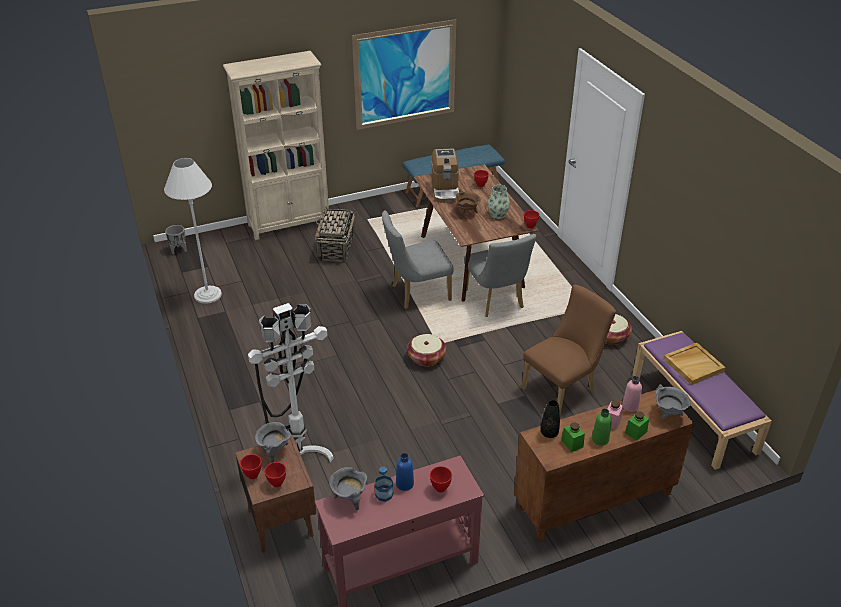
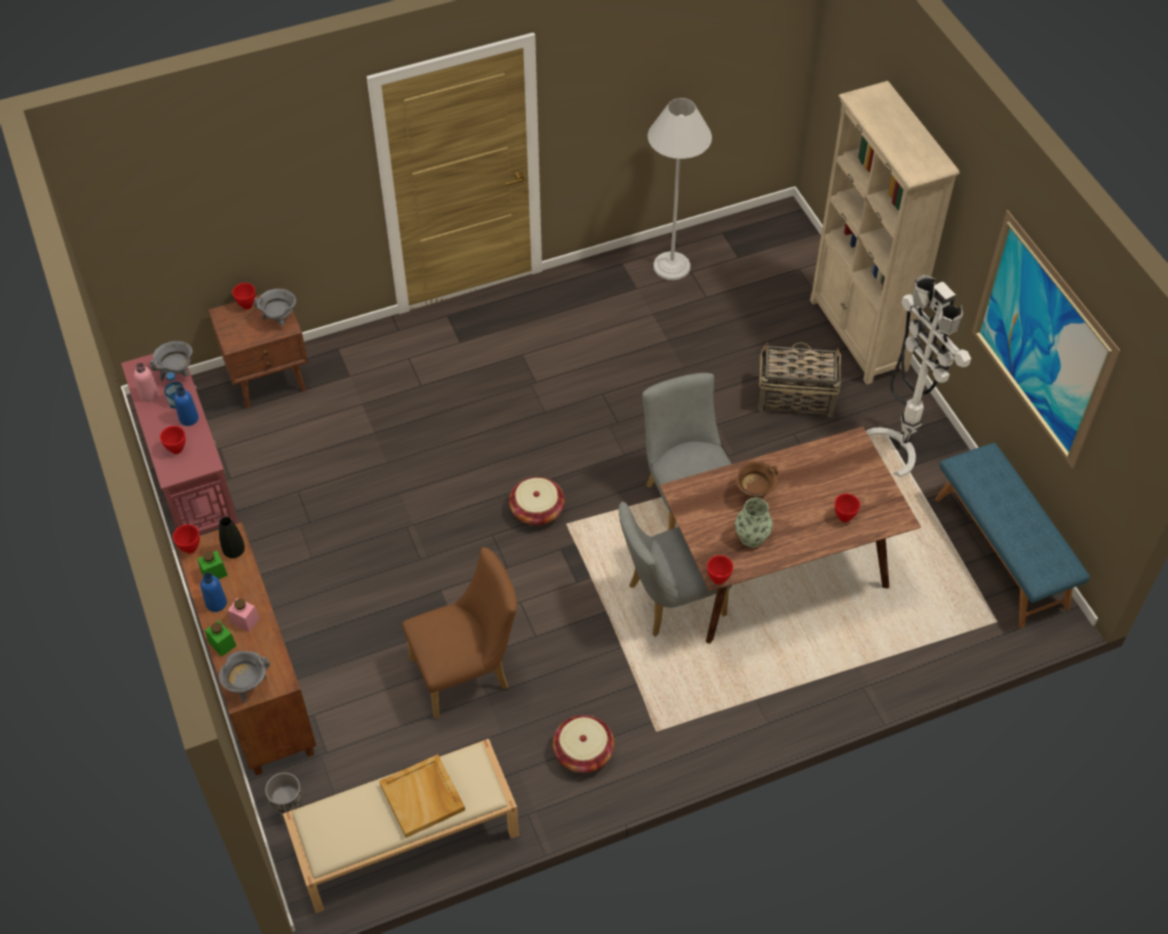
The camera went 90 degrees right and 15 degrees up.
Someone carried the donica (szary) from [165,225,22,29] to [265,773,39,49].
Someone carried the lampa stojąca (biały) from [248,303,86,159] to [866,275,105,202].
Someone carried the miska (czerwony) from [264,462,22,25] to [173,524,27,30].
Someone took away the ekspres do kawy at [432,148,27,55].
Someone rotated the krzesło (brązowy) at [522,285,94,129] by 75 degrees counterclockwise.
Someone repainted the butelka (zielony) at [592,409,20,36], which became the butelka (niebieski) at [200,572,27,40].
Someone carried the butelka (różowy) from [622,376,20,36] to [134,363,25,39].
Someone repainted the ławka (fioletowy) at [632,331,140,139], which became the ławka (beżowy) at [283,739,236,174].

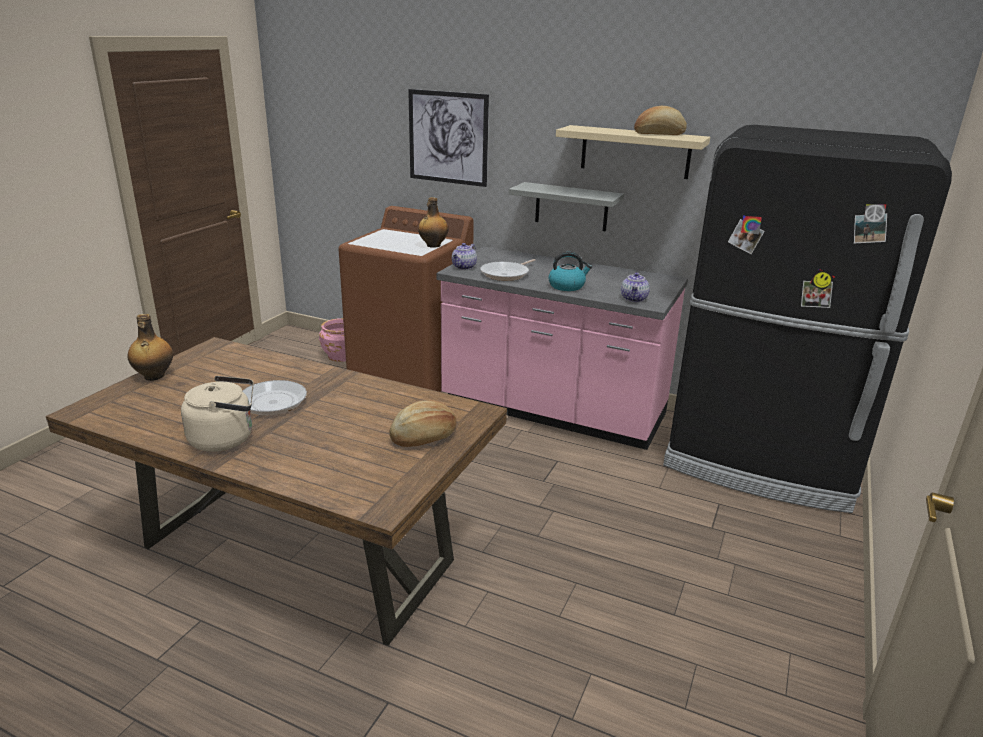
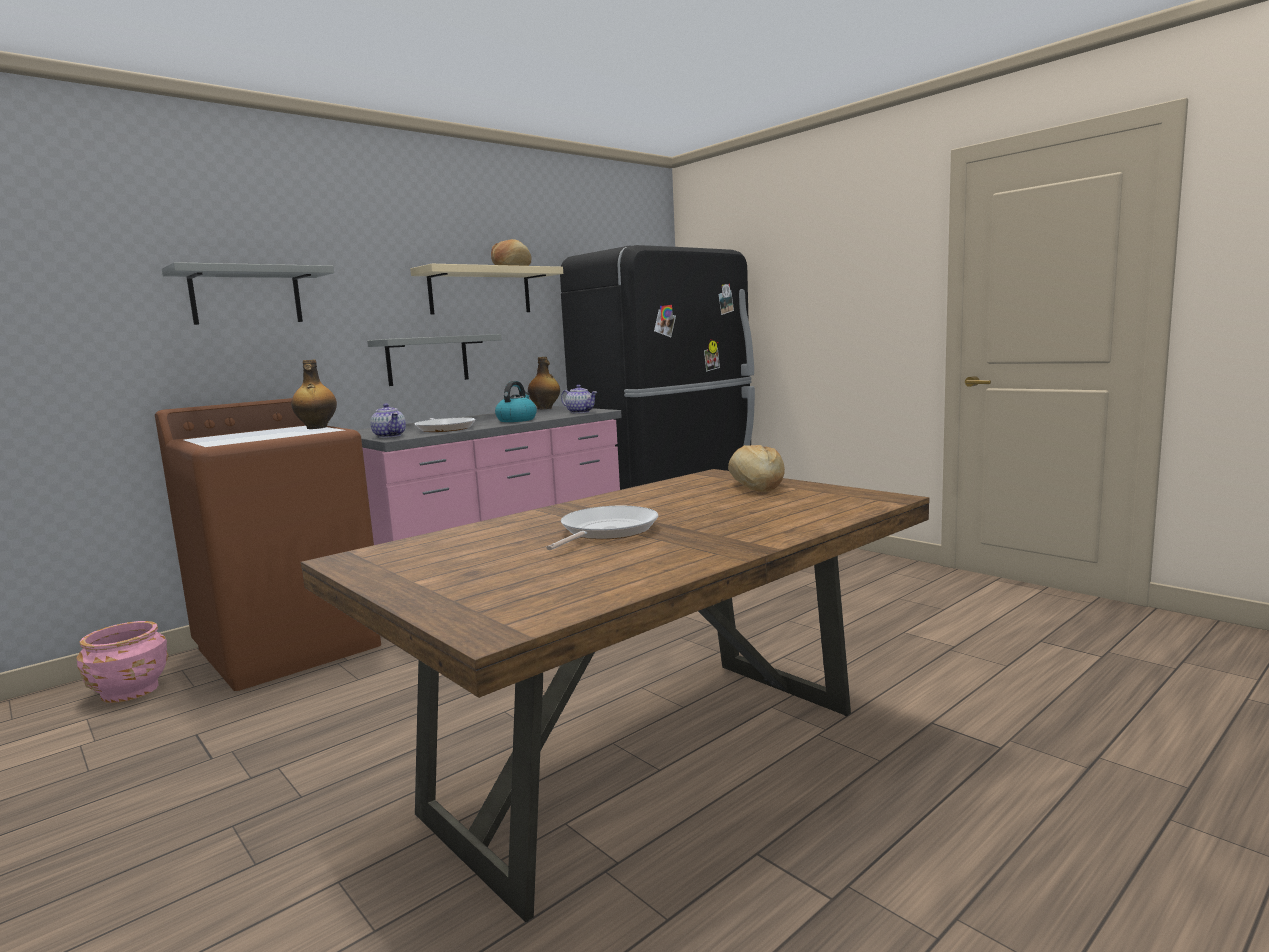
The camera went 65 degrees left and 15 degrees down.
Someone carried the butelka from [127,314,46,67] to [528,357,32,52].
Someone took away the czajnik (beżowy) at [181,376,73,76].
Someone swapped the obraz at [408,89,81,98] for the półka (szary) at [162,262,172,63].

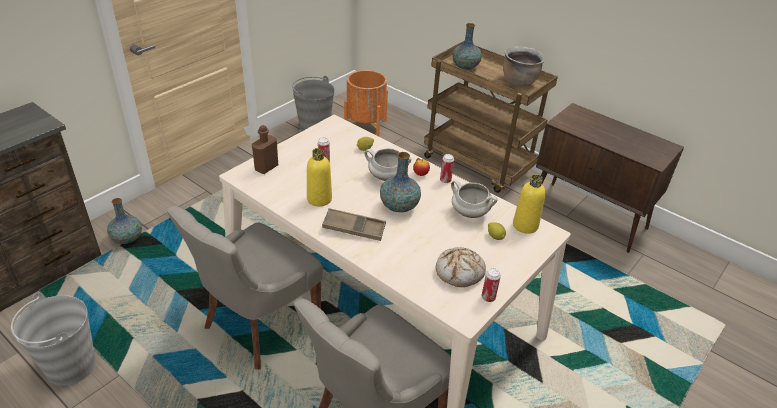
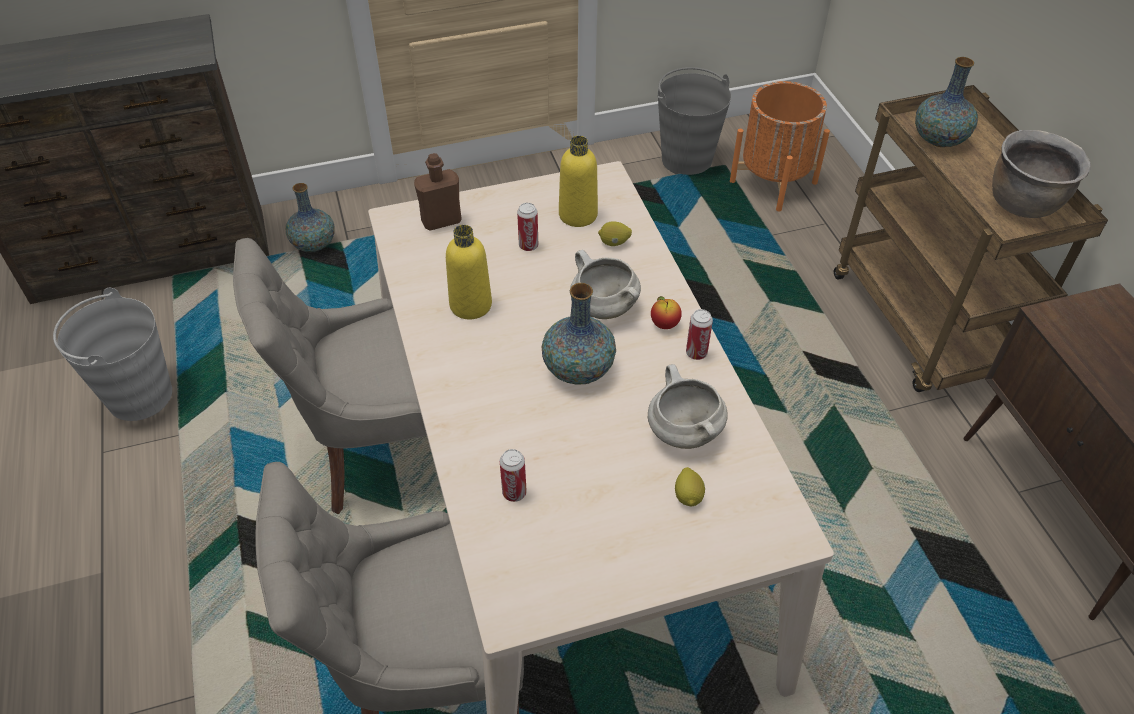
The camera went 35 degrees right and 10 degrees up.
Someone took away the taca (brązowy) at [322,208,64,33].
Someone took away the chleb at [436,247,50,40].
Someone carried the puszka from [482,268,19,34] to [500,449,27,53].
Someone carried the butelka (żółty) from [513,174,32,60] to [559,136,39,91].

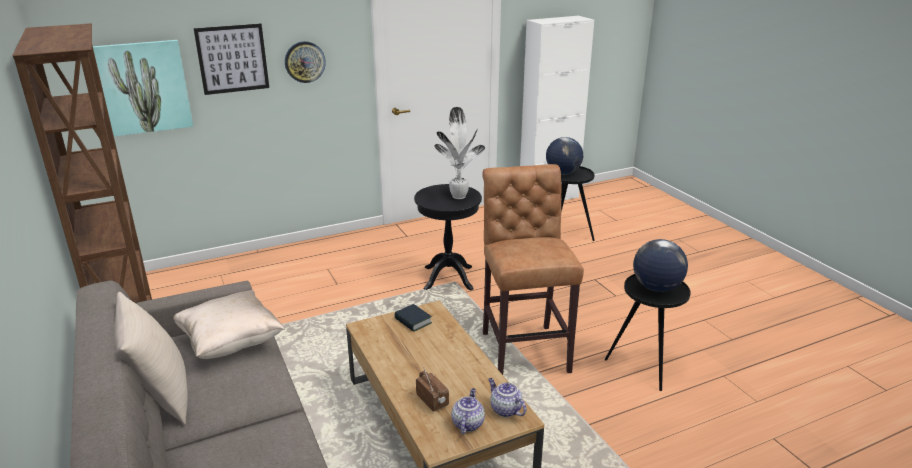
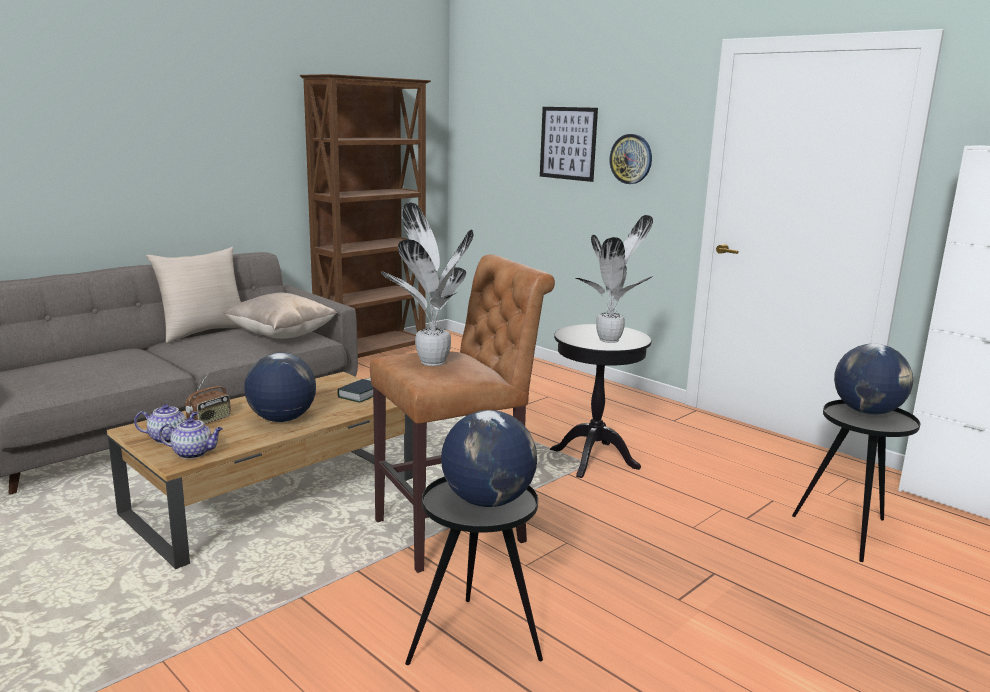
The camera went 70 degrees right and 10 degrees down.
Someone took away the obraz at [93,40,100,97].
Someone rotated the imbryk at [488,378,38,39] by 60 degrees clockwise.
Someone put down the globus at [244,353,72,69].
Someone put down the roślina doniczkowa at [381,202,93,164].

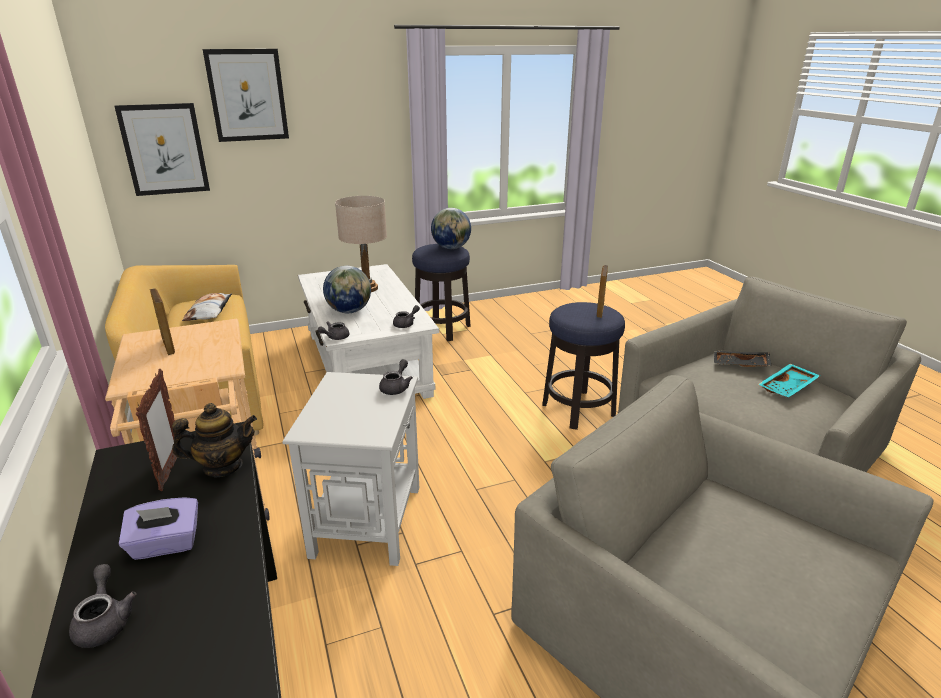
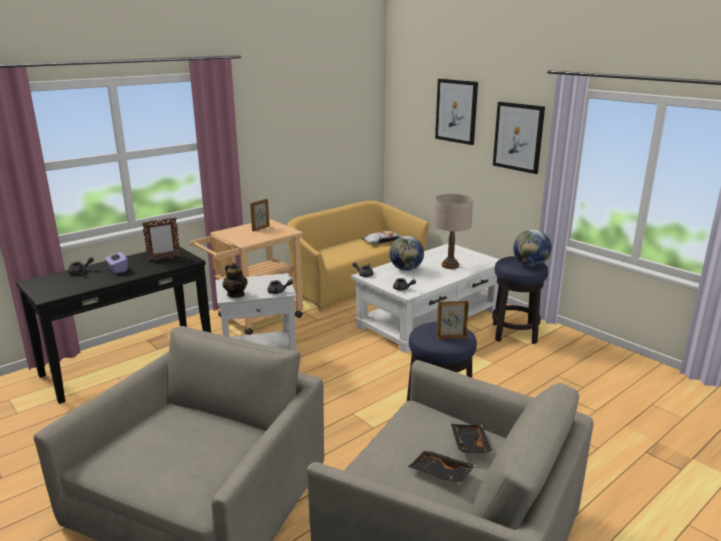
The camera went 70 degrees right and 5 degrees down.
Someone carried the obraz from [114,103,96,93] to [493,102,52,72].
Someone carried the imbryk from [172,403,85,75] to [223,263,25,35].
Someone repainted the taca (turkusowy) at [758,364,63,34], which became the taca (czarny) at [408,450,68,34].

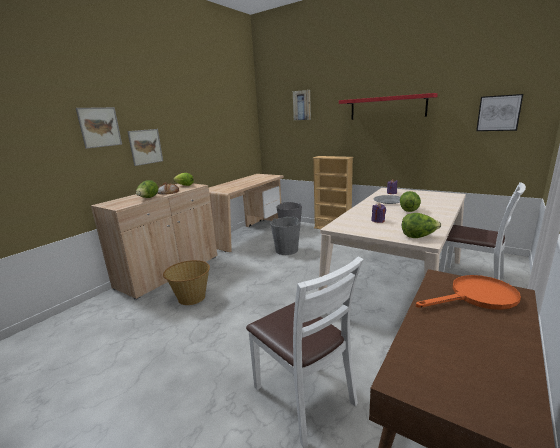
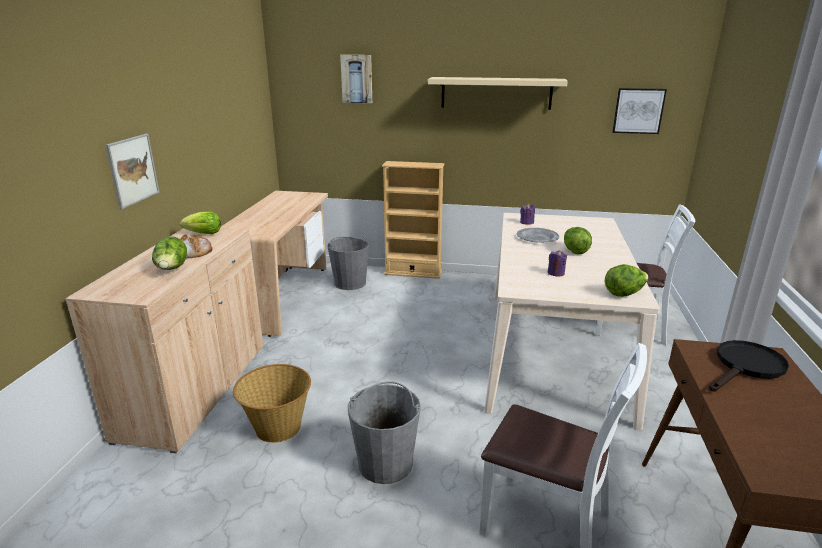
The camera went 25 degrees left and 5 degrees up.
Someone took away the obraz at [76,107,46,42].
Someone carried the wiadro (szary) from [271,217,29,38] to [348,381,73,103].
Someone repainted the półka (czerwony) at [339,93,99,27], which became the półka (beżowy) at [428,77,140,33].
Someone repainted the patelnia (pomarańczowy) at [416,275,105,35], which became the patelnia (czarny) at [709,340,80,51].

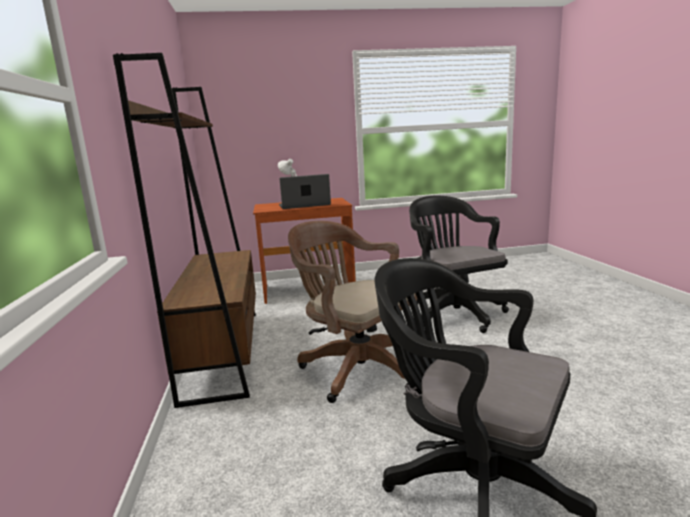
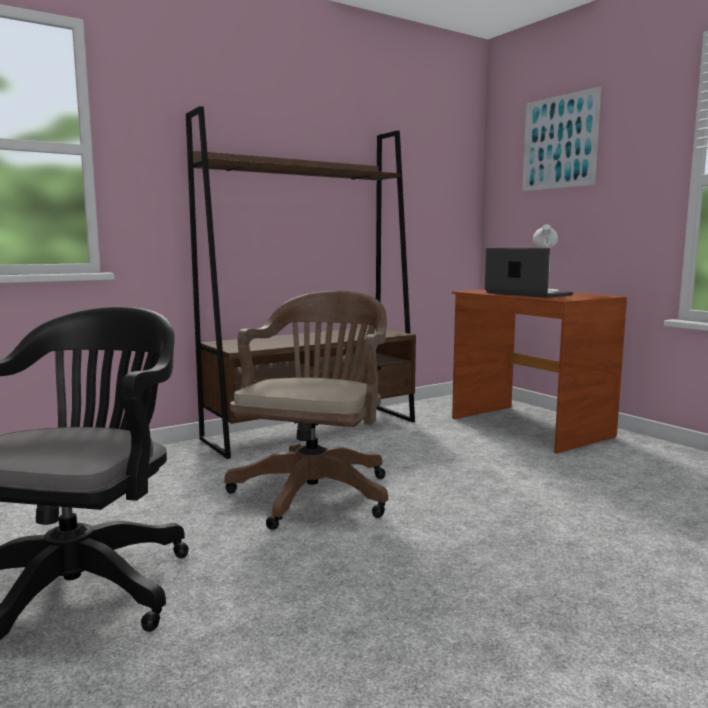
The camera went 65 degrees right and 5 degrees down.
Someone took away the krzesło biurowe (czarny) at [409,196,100,137].
Someone put up the obraz at [522,86,79,105].

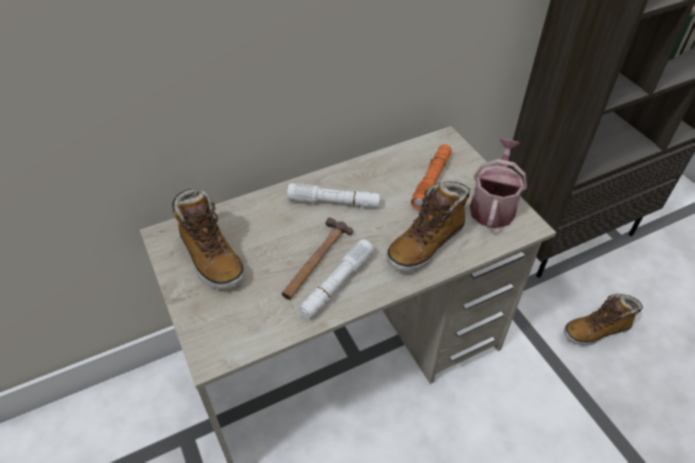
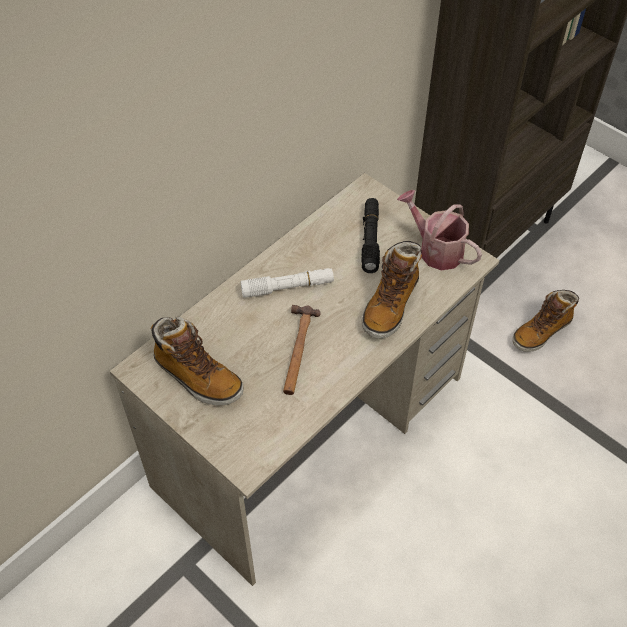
The camera went 20 degrees left and 5 degrees up.
Someone took away the latarka (biały) at [299,239,75,80].
Someone repainted the latarka (pomarańczowy) at [411,144,41,67], which became the latarka (czarny) at [361,198,19,75].
Someone rotated the konewka at [470,139,57,90] by 45 degrees counterclockwise.

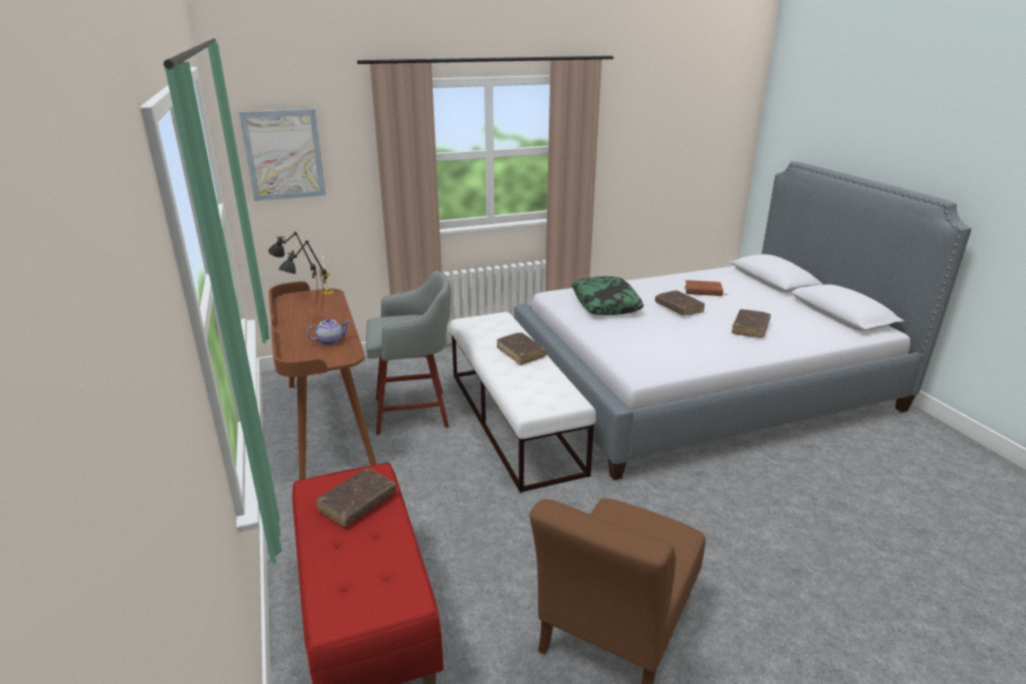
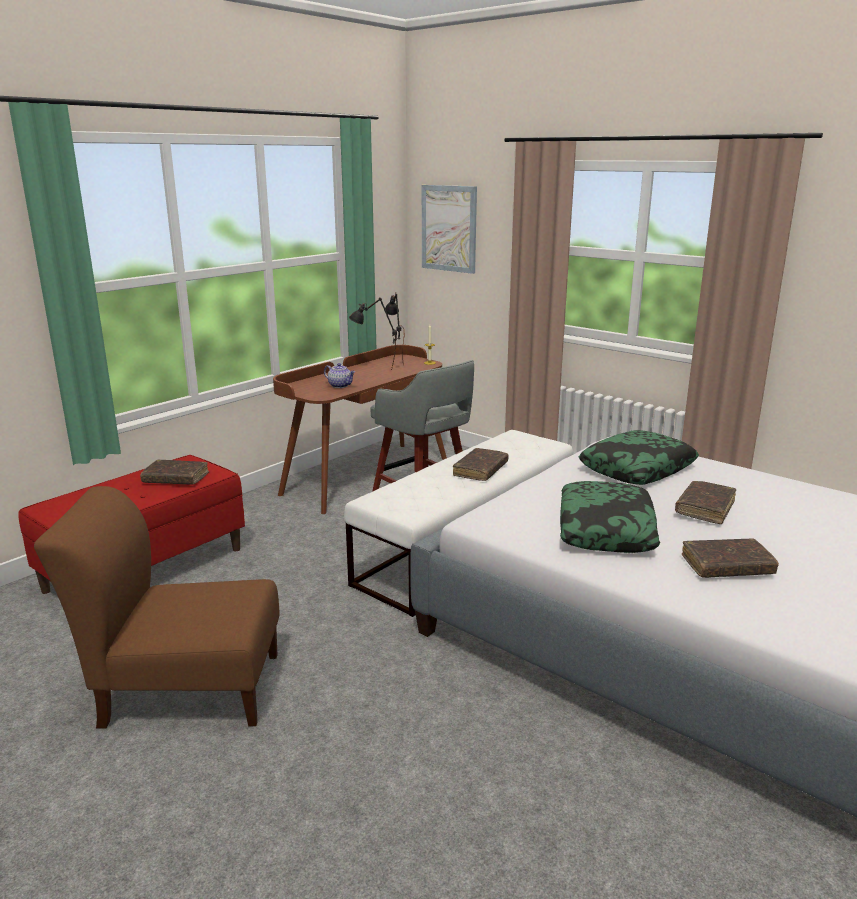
The camera went 60 degrees right and 5 degrees down.
Someone took away the książka (brązowy) at [685,280,43,16].
Someone put down the poduszka at [560,481,100,72].

